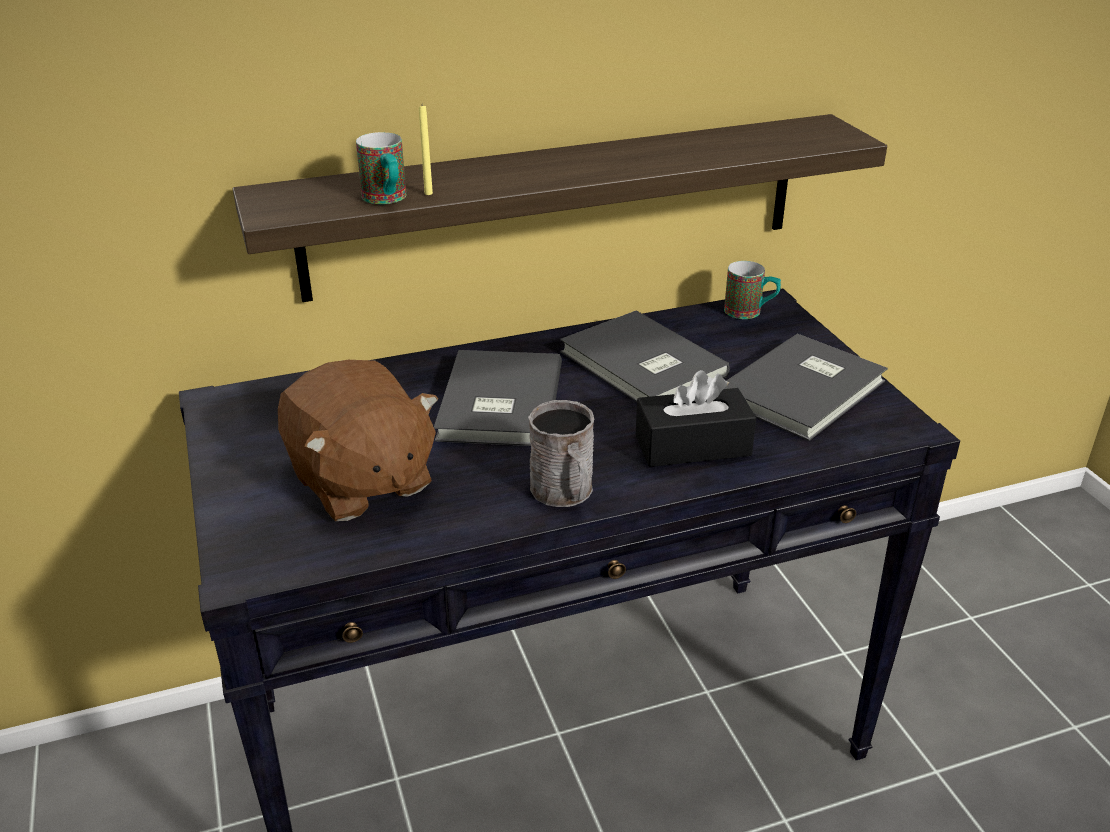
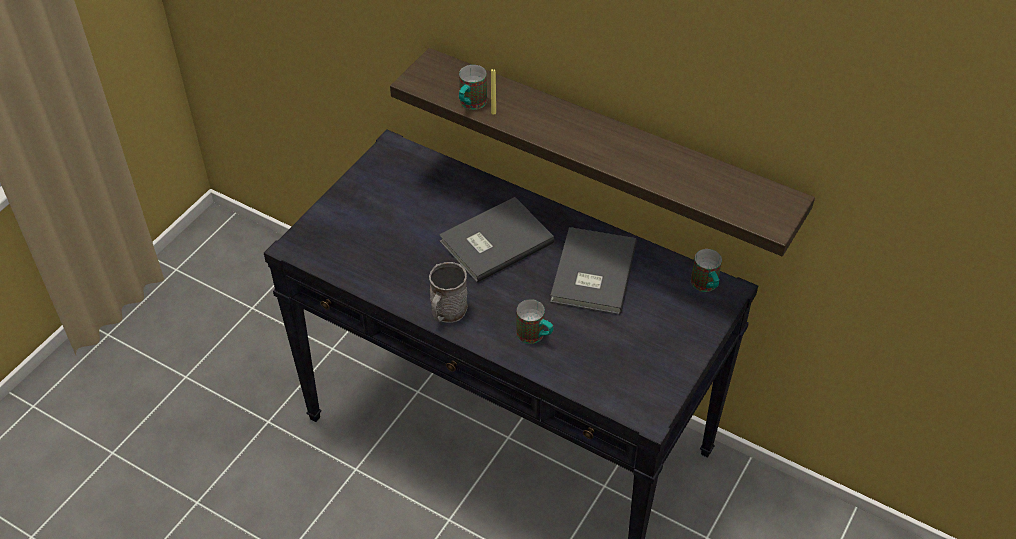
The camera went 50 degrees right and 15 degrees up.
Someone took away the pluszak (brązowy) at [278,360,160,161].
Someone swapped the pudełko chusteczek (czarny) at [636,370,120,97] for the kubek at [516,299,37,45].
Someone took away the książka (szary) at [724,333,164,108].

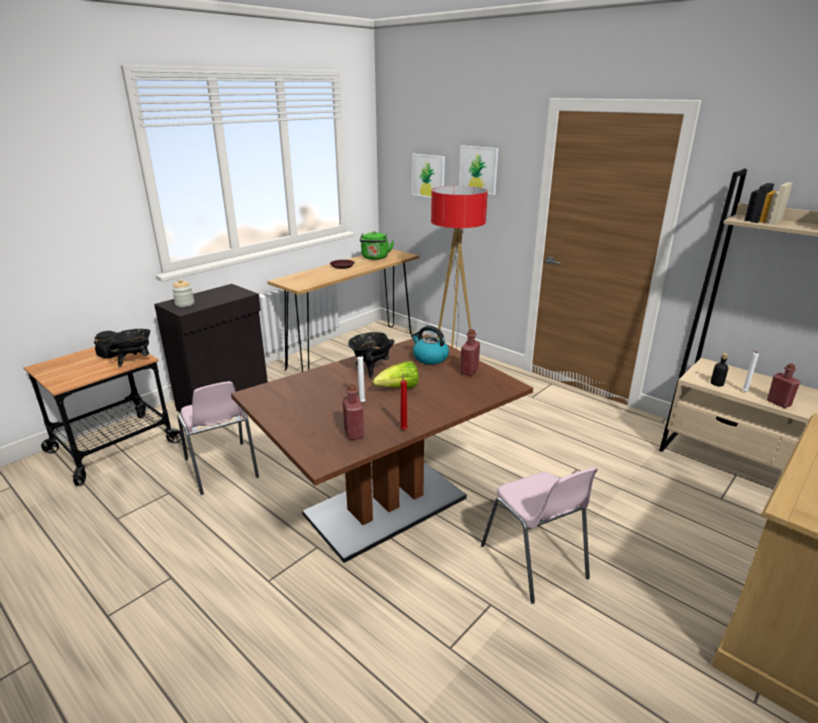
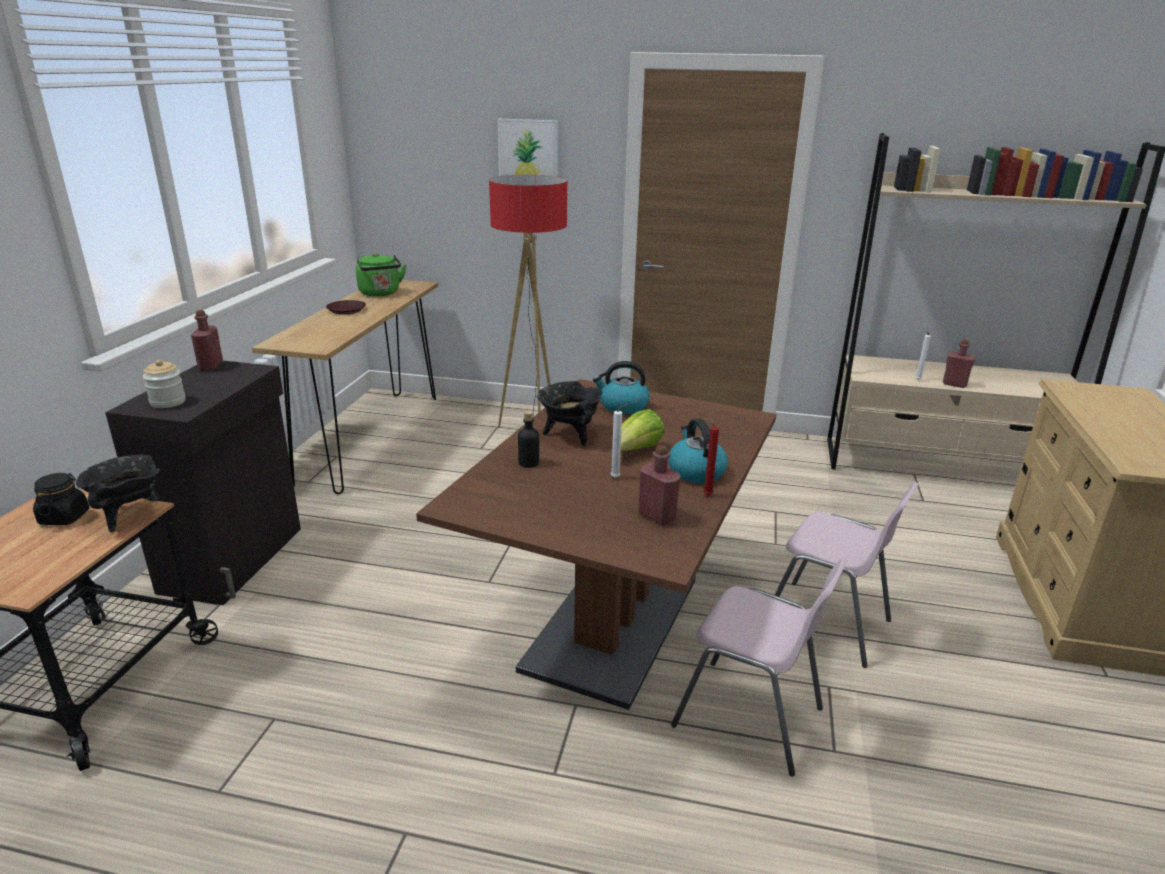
The camera went 30 degrees left and 0 degrees up.
Someone carried the krzesło (różowy) from [177,381,82,114] to [671,558,177,219].
Someone took away the obraz at [412,154,33,44].
Someone carried the butelka (czerwony) from [460,329,20,47] to [191,310,32,60].
Someone carried the butelka (czarny) from [710,353,18,33] to [518,411,21,57].
Someone put down the czajnik at [668,419,60,64].

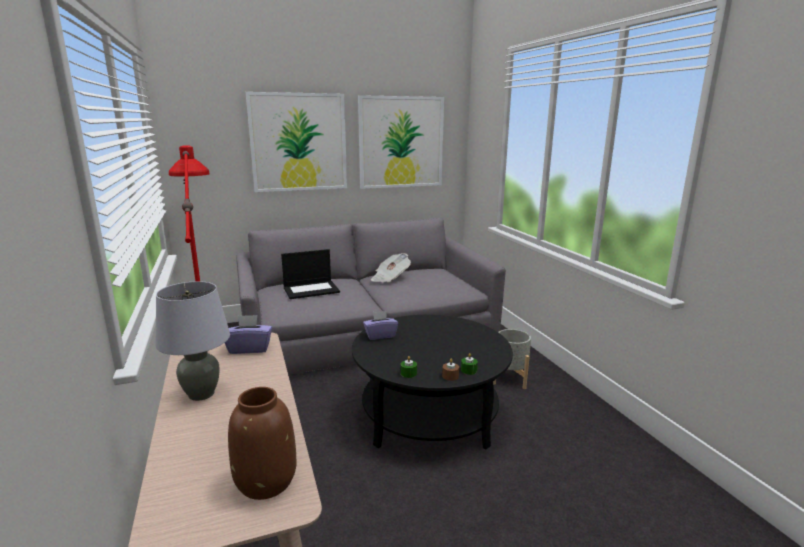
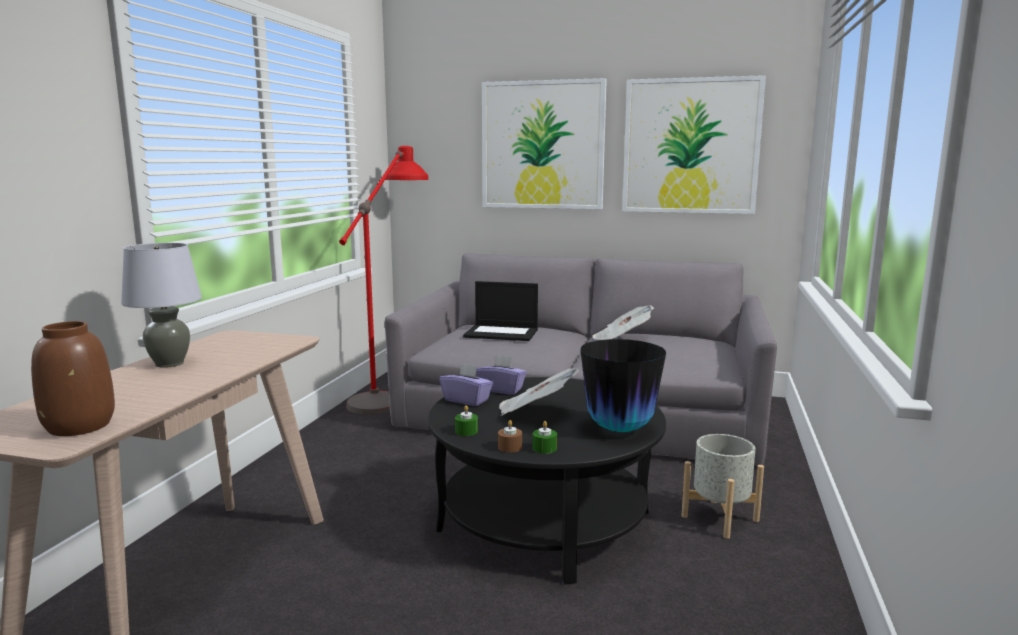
The camera went 35 degrees right and 5 degrees down.
Someone carried the pudełko chusteczek (fioletowy) from [225,315,47,39] to [439,363,54,43].
Someone put down the gazeta at [499,368,80,48].
Someone put down the wazon at [580,339,86,93].

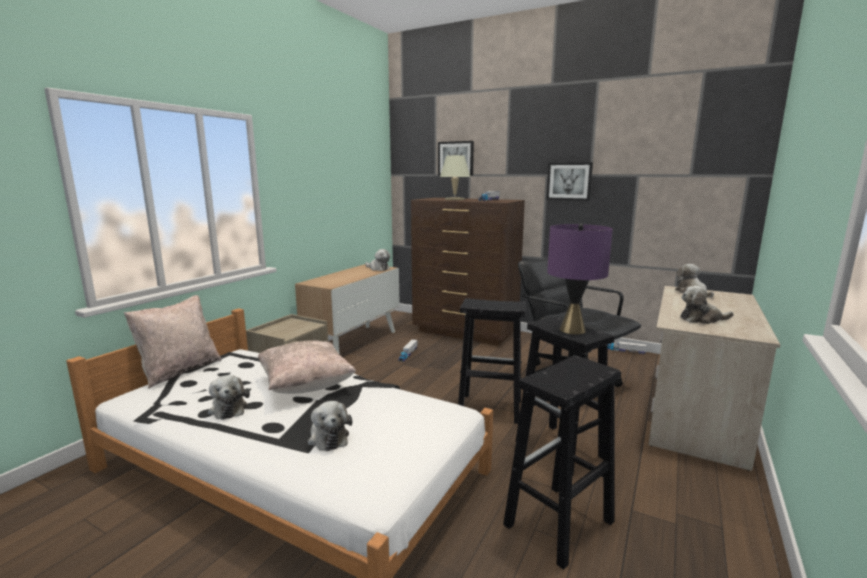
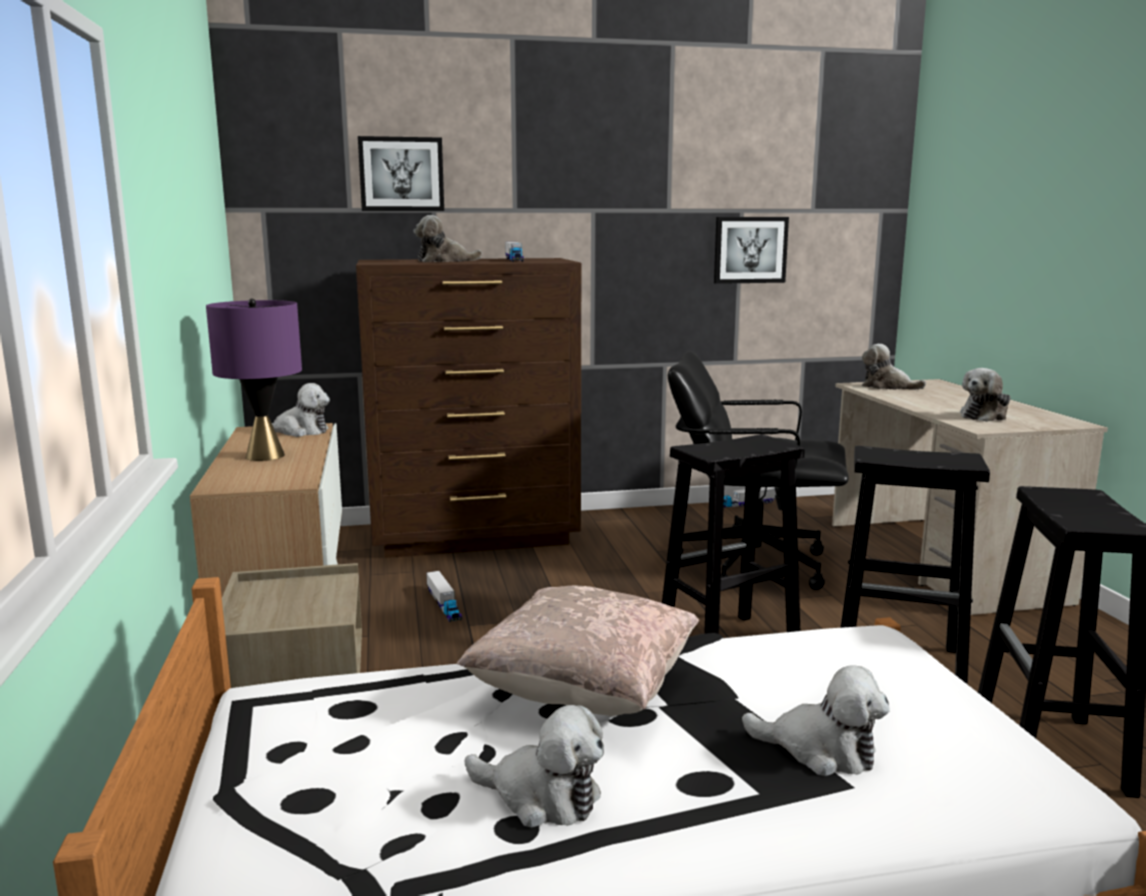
The camera went 40 degrees left and 0 degrees up.
Someone took away the poduszka (beżowy) at [124,295,97,94].
Someone swapped the lampa stołowa (beżowy) at [440,155,30,45] for the pluszak at [413,215,69,47].
Someone carried the obraz from [546,162,47,39] to [714,217,75,67].
Someone carried the lampa stołowa (fioletowy) from [547,224,66,110] to [206,298,96,163].

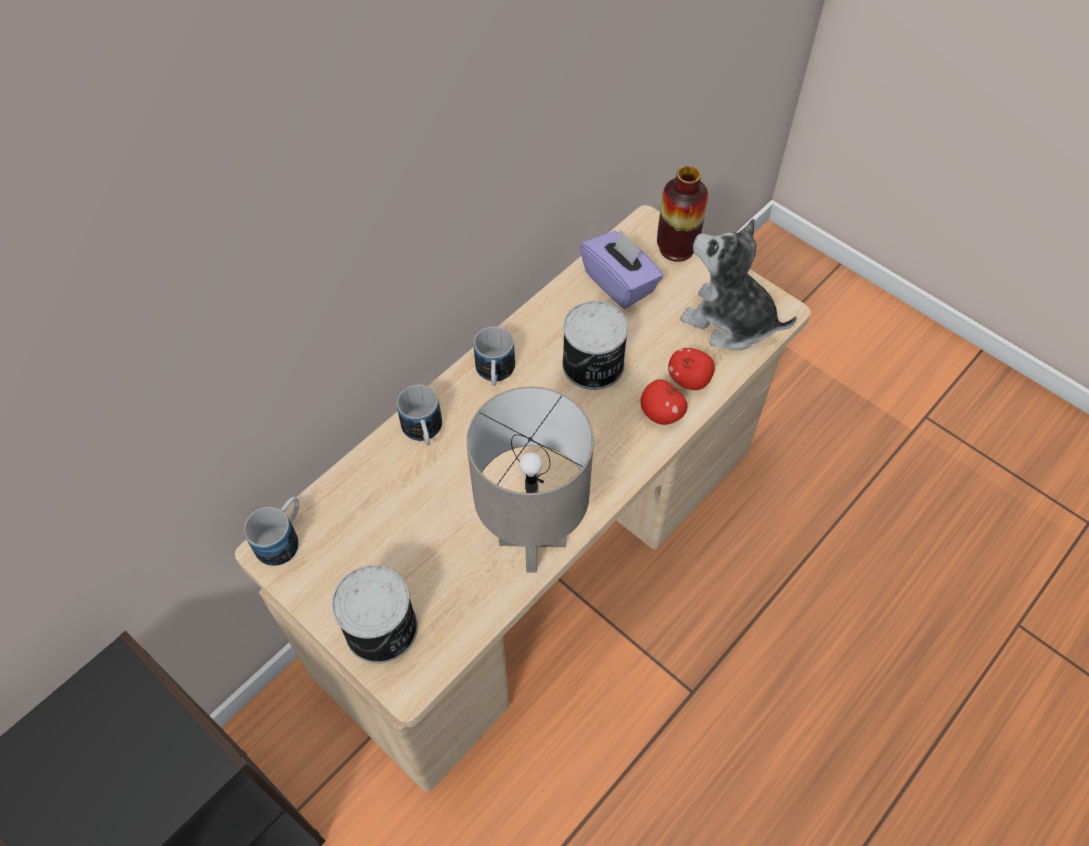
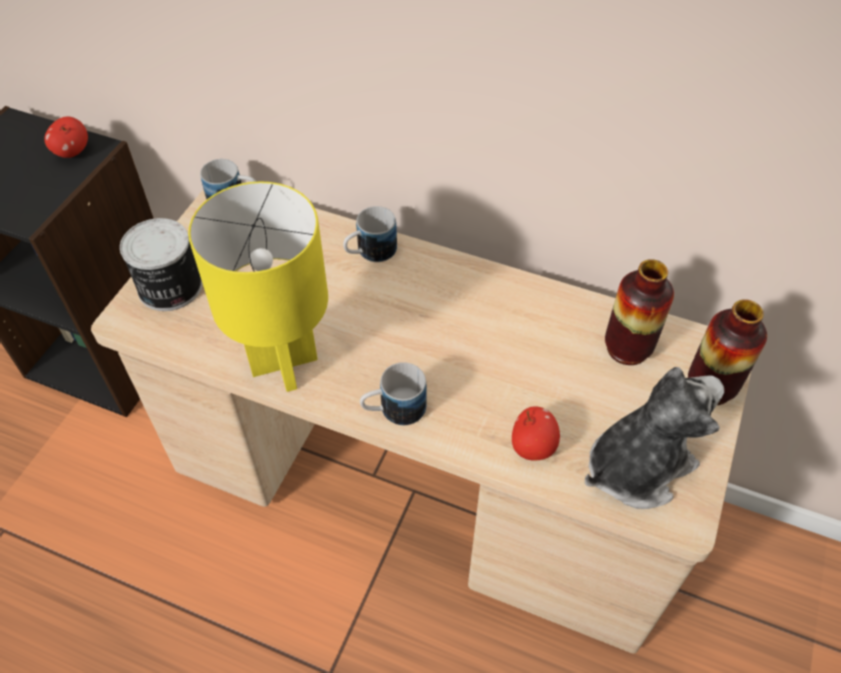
The camera went 70 degrees right and 5 degrees down.
Someone repainted the lampa stołowa (szary) at [467,386,127,187], which became the lampa stołowa (żółty) at [188,181,140,211].
Someone carried the kubek from [474,326,41,60] to [360,362,67,63].
Someone took away the puszka at [562,301,66,89].
Someone swapped the pudełko chusteczek (fioletowy) at [580,229,83,80] for the wazon at [605,259,69,106].
Someone carried the jabłko from [640,379,47,46] to [44,117,44,41].
Someone rotated the pluszak at [680,219,117,131] by 45 degrees clockwise.

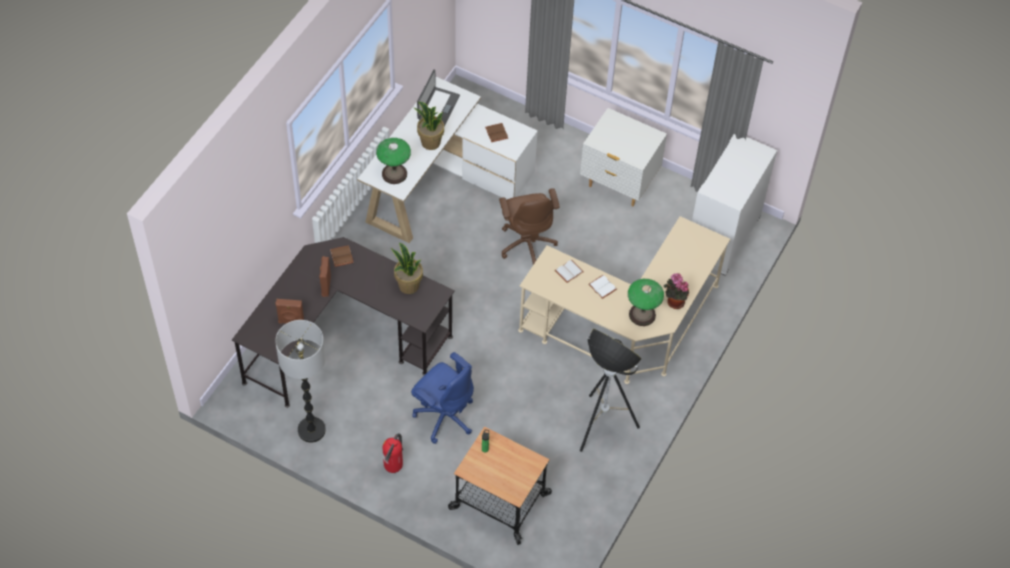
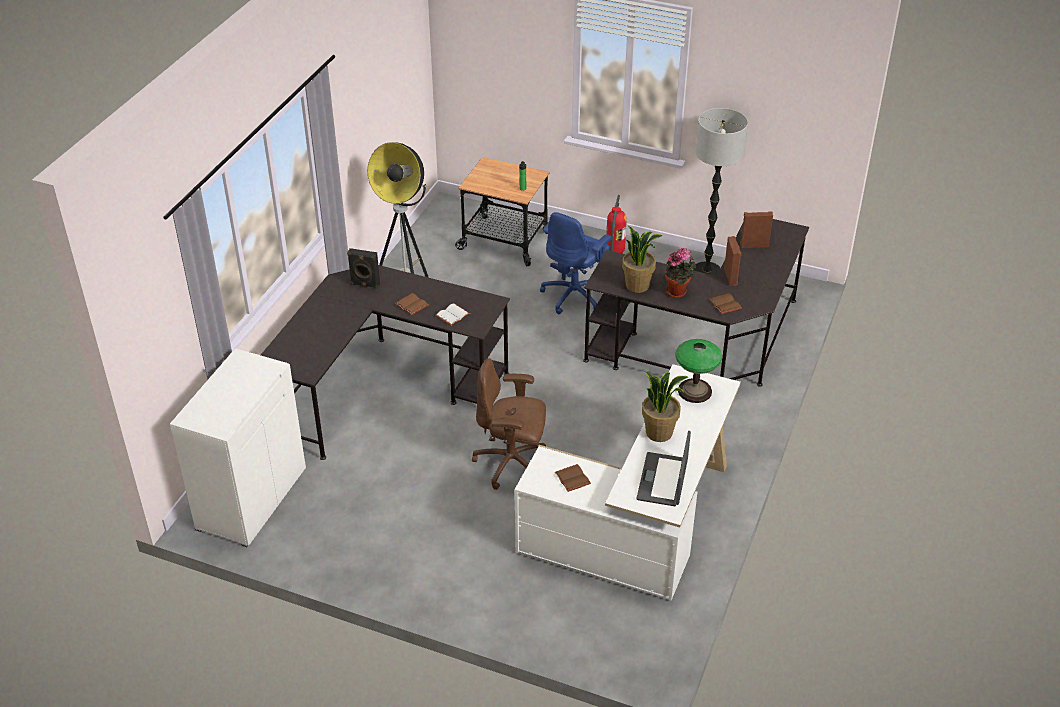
The camera went 175 degrees right and 15 degrees down.
Someone rotated the krzesło biurowe (niebieski) at [411,352,63,92] by 90 degrees counterclockwise.
Someone rotated the krzesło biurowe (brązowy) at [499,188,61,77] by 60 degrees counterclockwise.
Someone repainted the biurko (beżowy) at [518,216,212,168], which became the biurko (czarny) at [261,265,249,195].
Someone took away the szafka nocna (biały) at [580,108,87,98].
Someone repainted the książka (biały) at [588,275,29,24], which became the książka (brązowy) at [395,293,34,22].
Someone swapped the lampa stołowa at [628,279,36,47] for the głośnik (czarny) at [347,248,33,41].
Someone carried the roślina doniczkowa from [664,273,25,36] to [665,248,31,50].

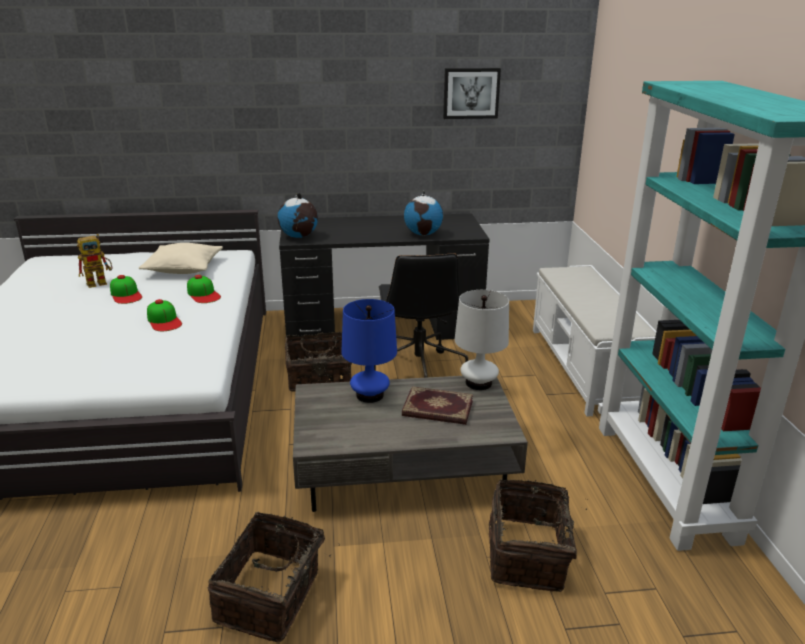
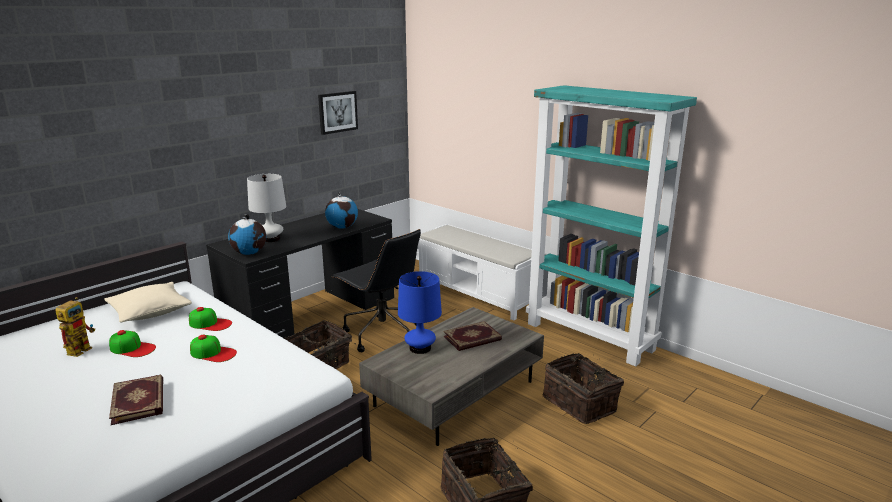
The camera went 40 degrees left and 5 degrees down.
Someone carried the lampa stołowa (biały) from [455,290,54,100] to [247,174,39,68].
Someone put down the książka at [109,375,54,50].

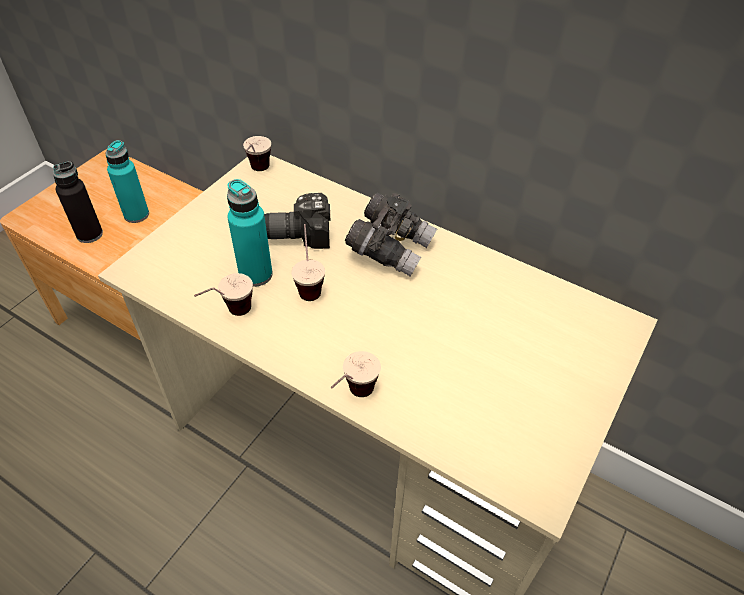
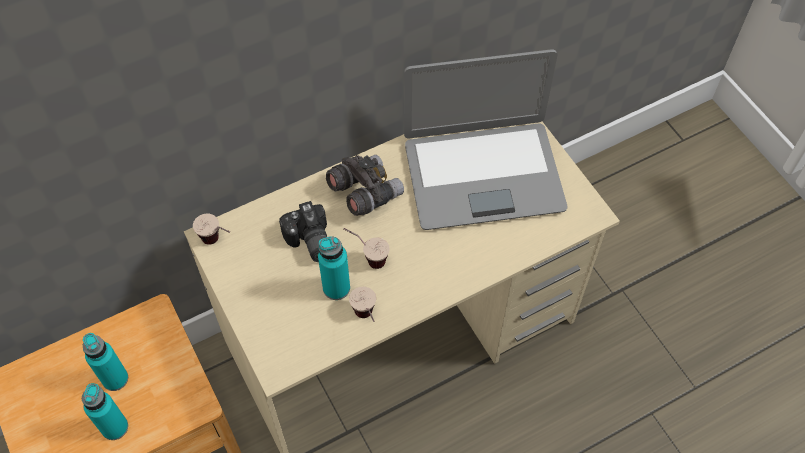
The camera went 60 degrees left and 10 degrees up.
Someone repainted the butelka (czarny) at [53,161,50,82], which became the butelka (turkusowy) at [82,383,46,57].
Someone rotated the aparat fotograficzny at [264,193,66,56] by 45 degrees counterclockwise.
Someone took away the filiżanka at [331,351,50,46].
Someone put down the laptop at [404,49,164,181].

